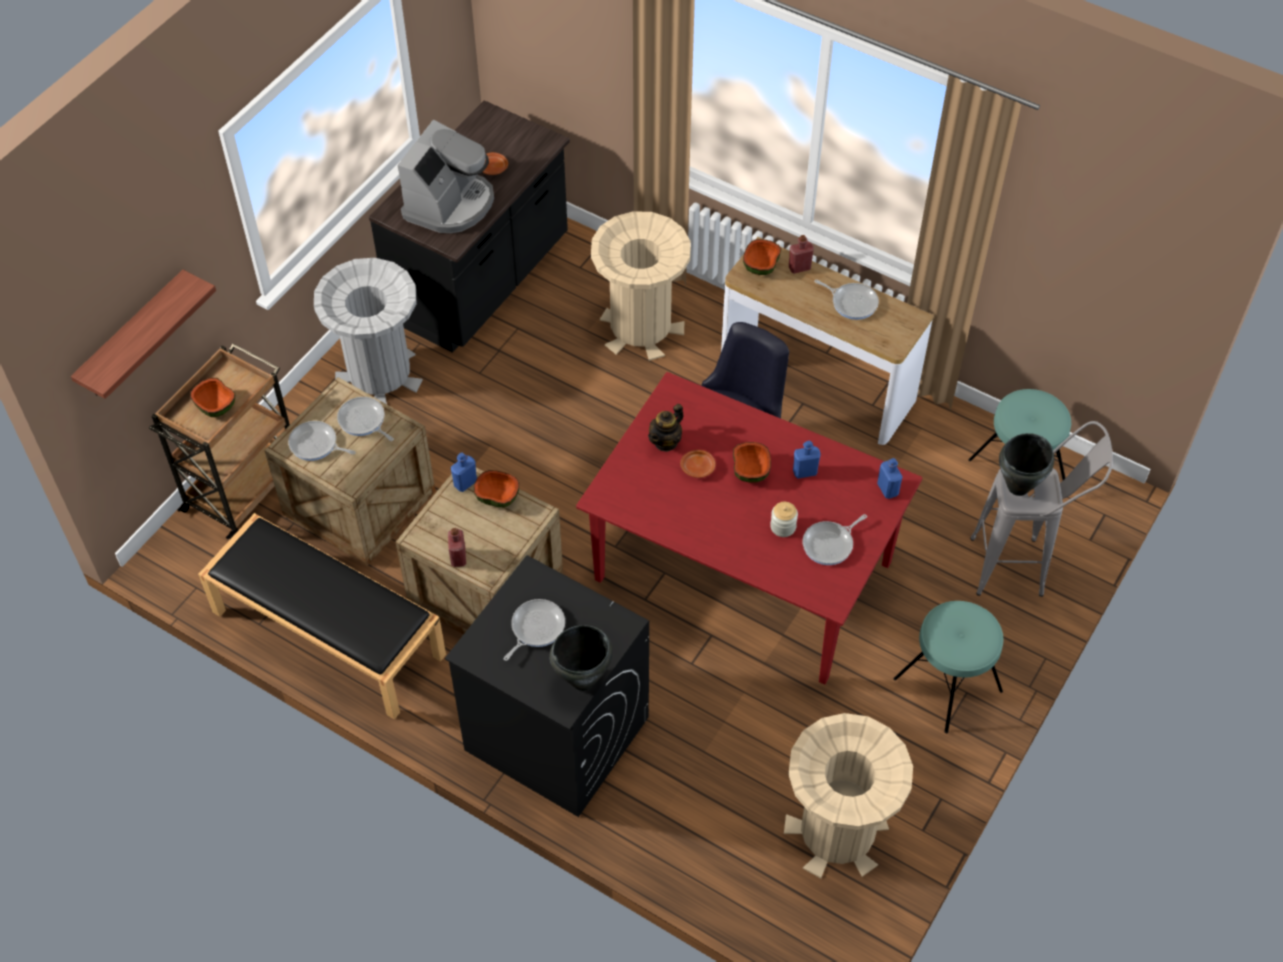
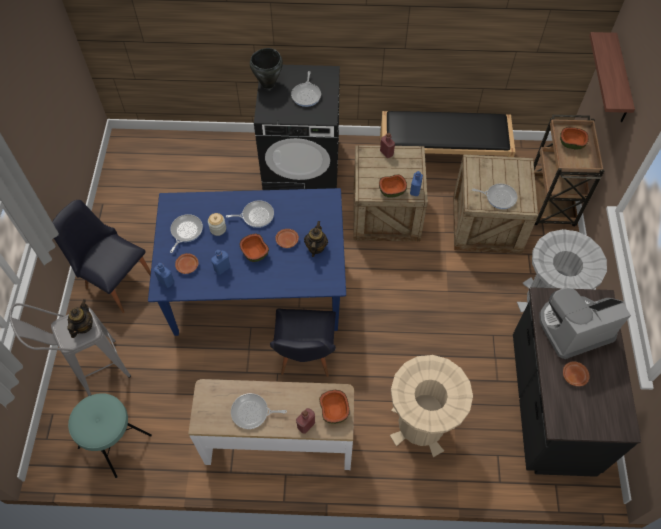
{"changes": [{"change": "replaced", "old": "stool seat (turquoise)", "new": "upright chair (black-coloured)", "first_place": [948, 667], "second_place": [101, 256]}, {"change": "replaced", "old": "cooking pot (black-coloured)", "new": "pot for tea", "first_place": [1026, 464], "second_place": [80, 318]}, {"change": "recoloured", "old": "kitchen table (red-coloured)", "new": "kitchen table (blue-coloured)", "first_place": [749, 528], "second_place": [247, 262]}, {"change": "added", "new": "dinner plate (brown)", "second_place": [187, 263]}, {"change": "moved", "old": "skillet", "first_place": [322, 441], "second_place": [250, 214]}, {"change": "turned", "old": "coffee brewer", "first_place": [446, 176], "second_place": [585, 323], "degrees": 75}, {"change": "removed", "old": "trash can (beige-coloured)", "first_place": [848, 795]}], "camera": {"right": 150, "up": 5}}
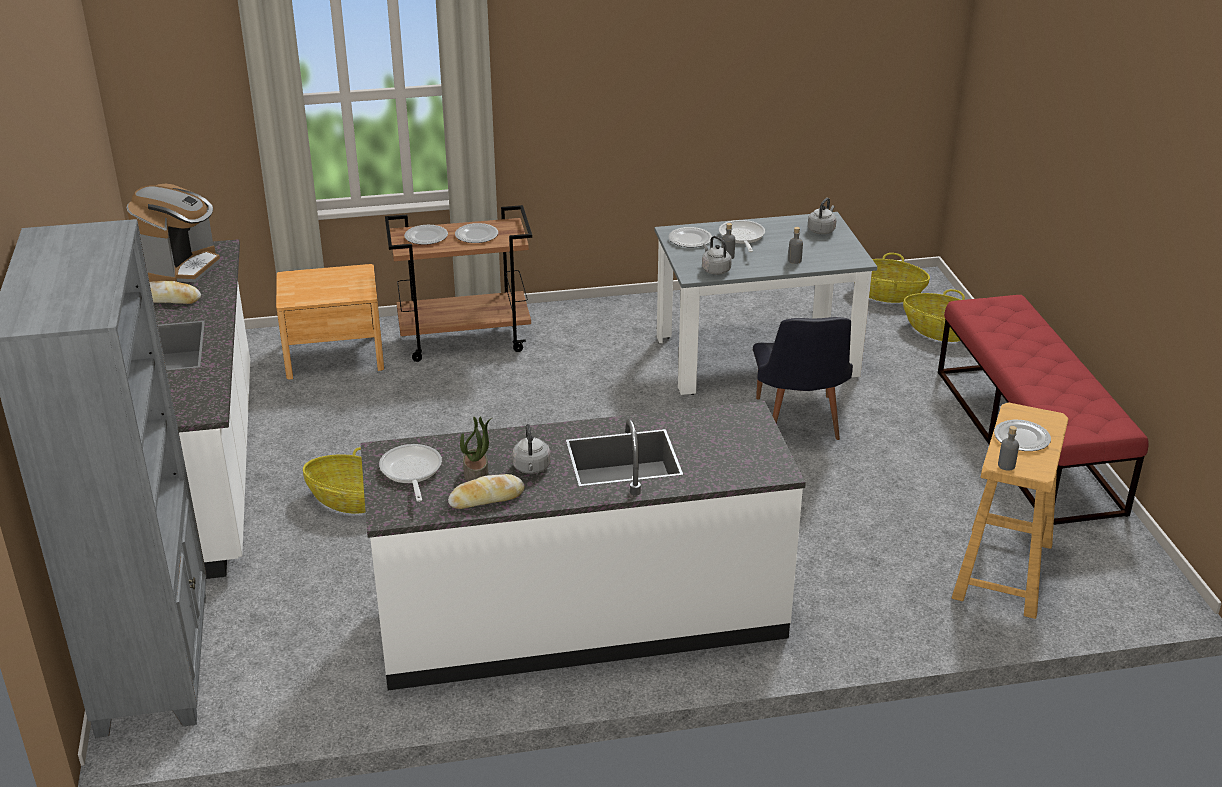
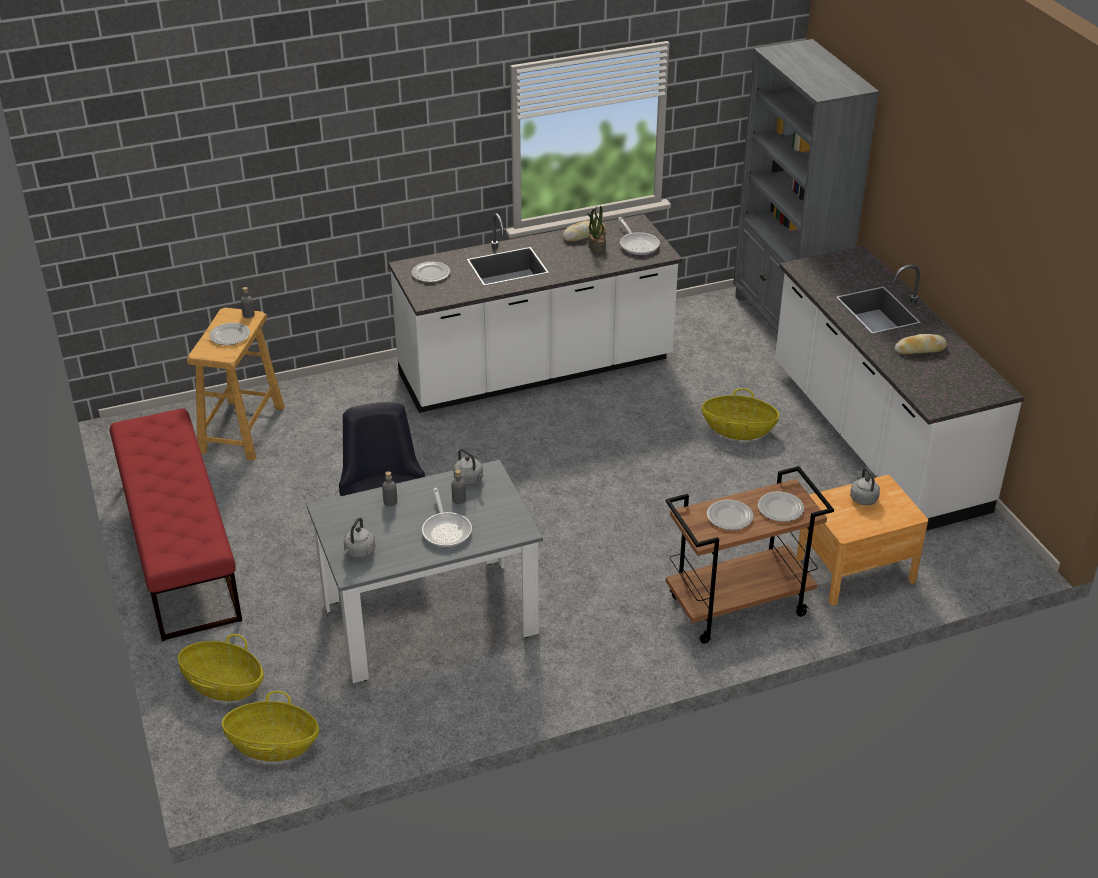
{"changes": [{"change": "moved", "old": "dinner plate", "first_place": [690, 237], "second_place": [431, 271]}, {"change": "moved", "old": "water kettle (greyish)", "first_place": [531, 449], "second_place": [865, 486]}, {"change": "removed", "old": "coffee brewer", "first_place": [173, 233]}], "camera": {"right": 170, "up": 5}}
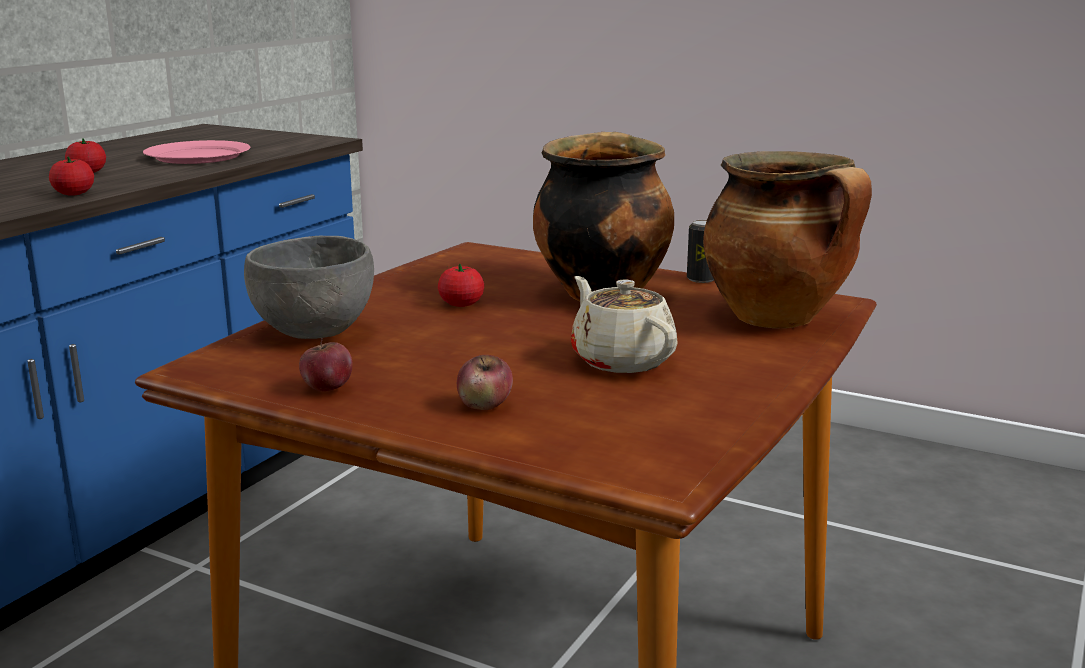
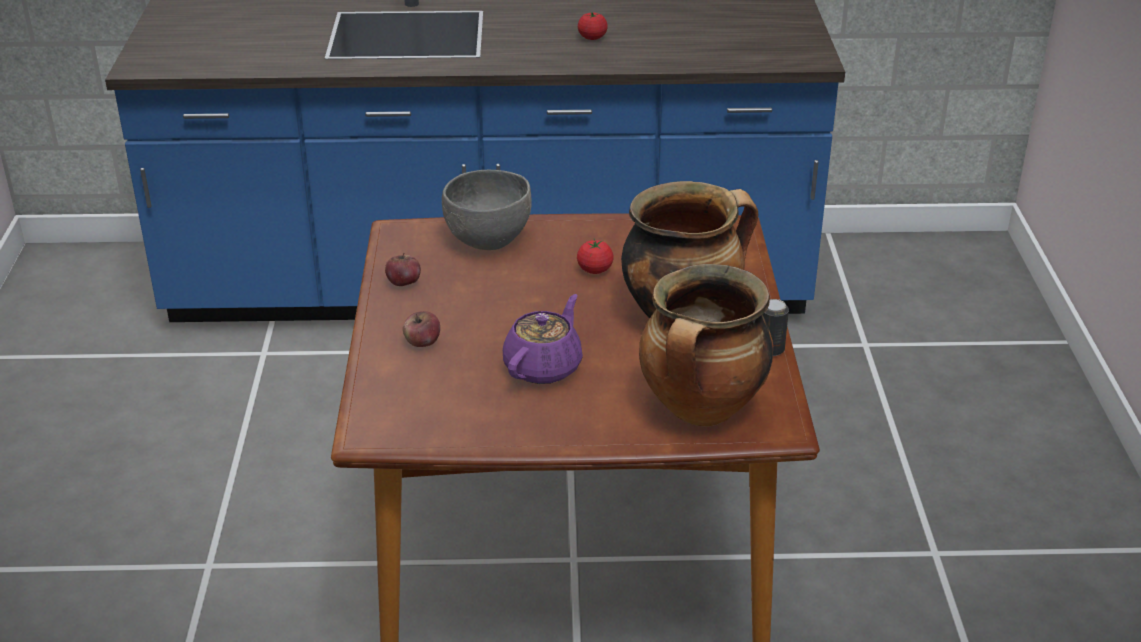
{"changes": [{"change": "recoloured", "old": "pot for tea (beige-coloured)", "new": "pot for tea (purple)", "first_place": [624, 324], "second_place": [543, 339]}, {"change": "removed", "old": "tomato", "first_place": [71, 176]}, {"change": "removed", "old": "dinner plate (pink)", "first_place": [196, 152]}], "camera": {"right": 60, "up": 15}}
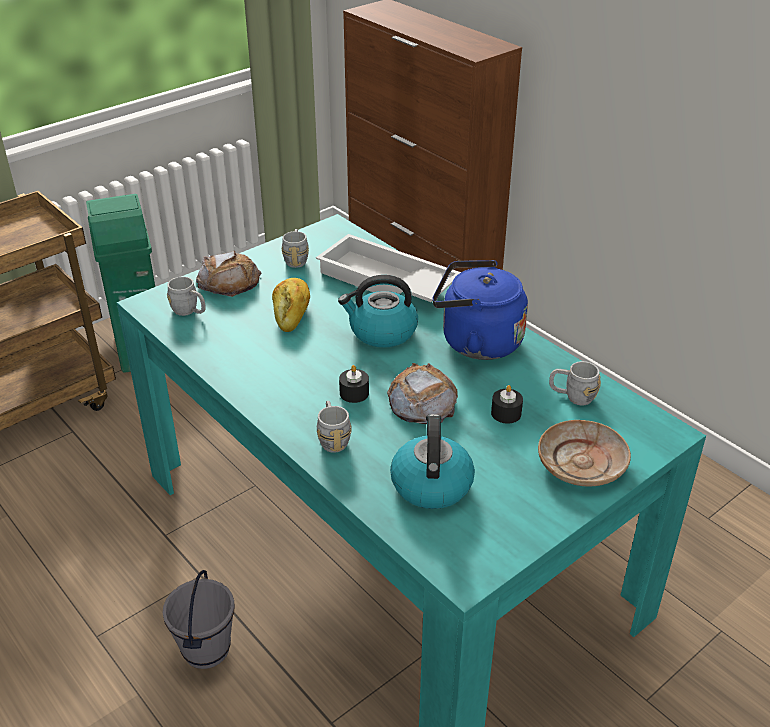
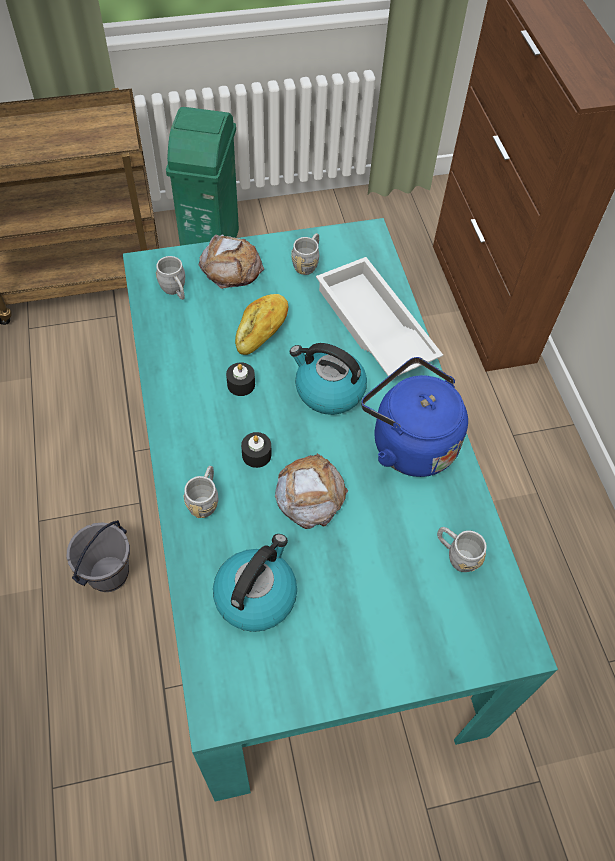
{"changes": [{"change": "moved", "old": "candle (black-coloured)", "first_place": [507, 404], "second_place": [240, 379]}, {"change": "removed", "old": "dinner plate (beige-coloured)", "first_place": [584, 453]}], "camera": {"right": 25, "up": 20}}
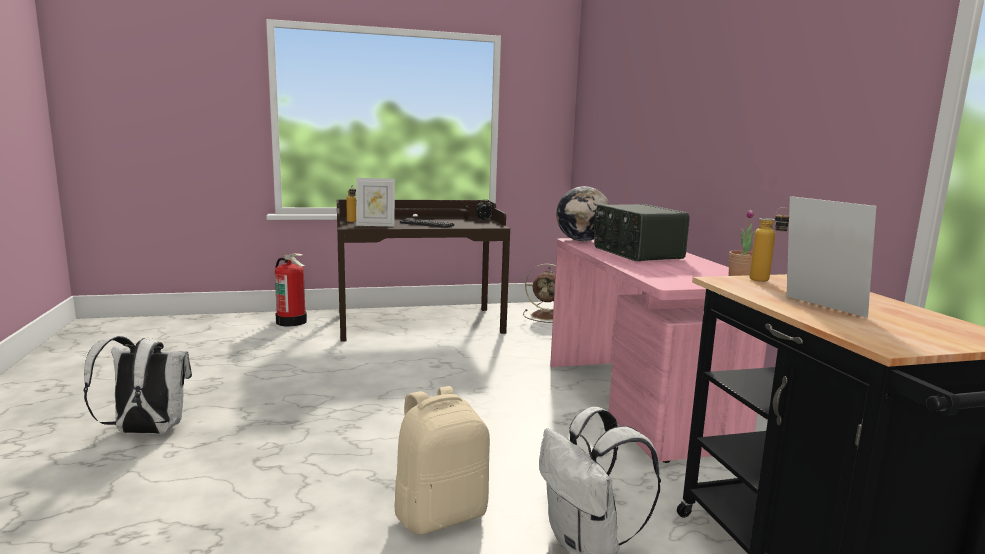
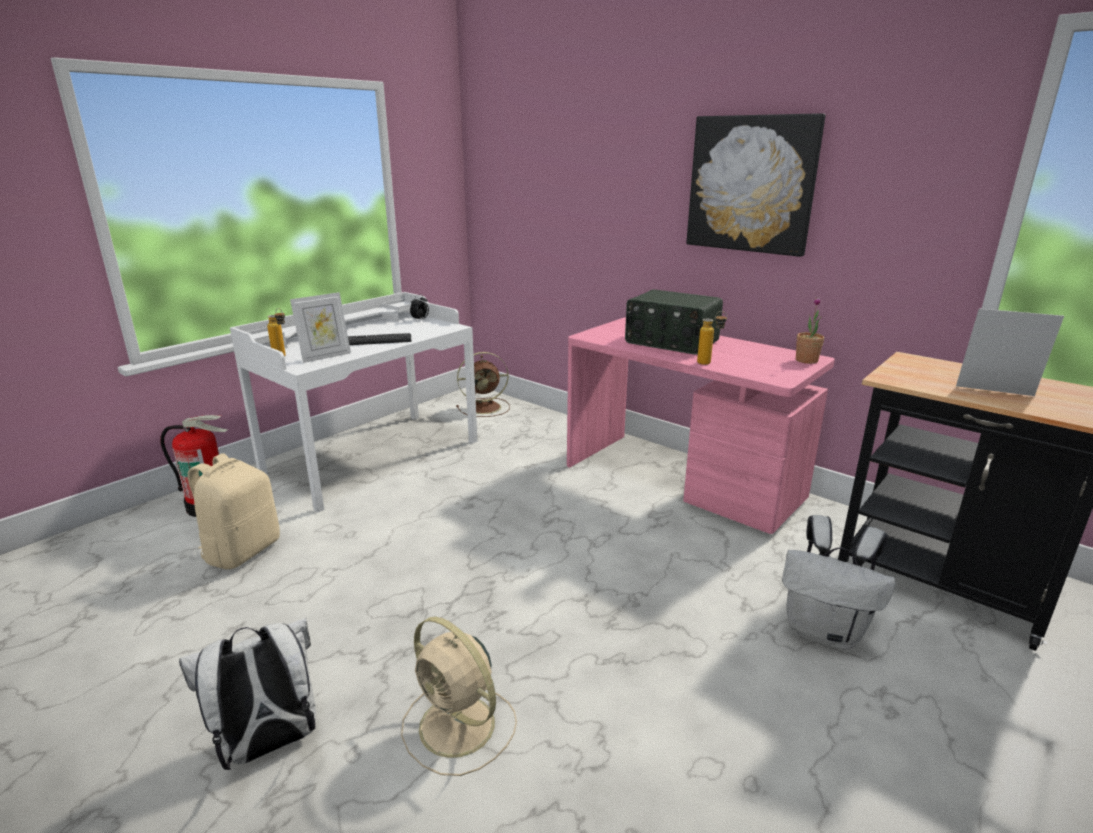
{"changes": [{"change": "moved", "old": "knapsack (beige-coloured)", "first_place": [442, 460], "second_place": [234, 511]}, {"change": "recoloured", "old": "desk unit (brown)", "new": "desk unit (white-coloured)", "first_place": [423, 270], "second_place": [353, 402]}, {"change": "added", "new": "cooling fan (beige-coloured)", "second_place": [459, 696]}, {"change": "added", "new": "wall art", "second_place": [756, 185]}, {"change": "moved", "old": "beverage bottle", "first_place": [769, 244], "second_place": [712, 338]}, {"change": "removed", "old": "world globe", "first_place": [583, 213]}], "camera": {"right": -35, "up": 10}}
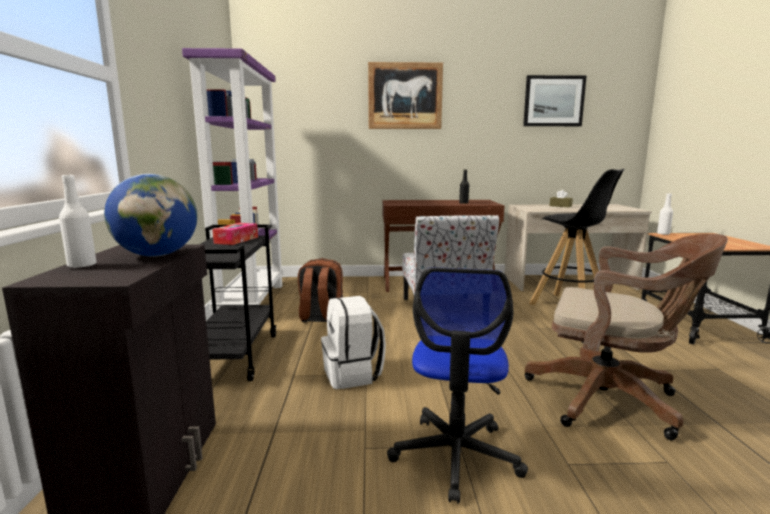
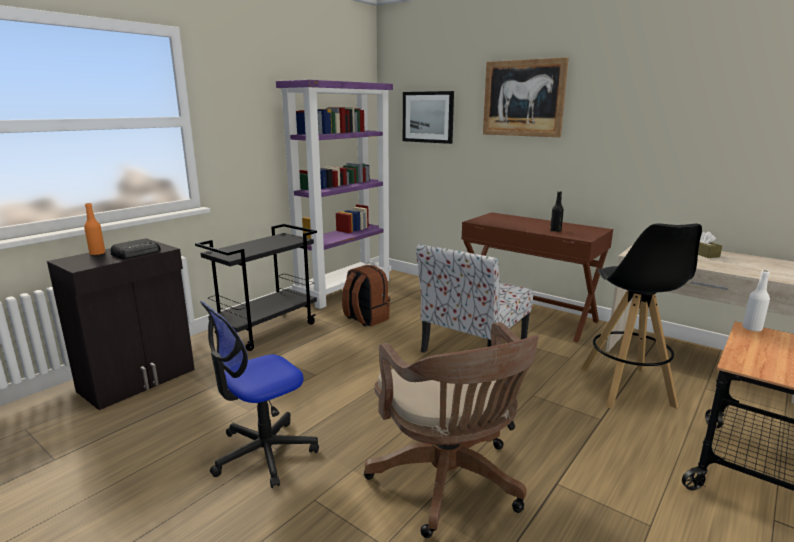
{"changes": [{"change": "recoloured", "old": "beverage bottle (white-coloured)", "new": "beverage bottle (orangey)", "first_place": [77, 221], "second_place": [94, 229]}, {"change": "replaced", "old": "world globe", "new": "radio receiver", "first_place": [150, 215], "second_place": [135, 248]}, {"change": "moved", "old": "wall art", "first_place": [555, 100], "second_place": [428, 117]}, {"change": "removed", "old": "tissue holder", "first_place": [235, 234]}, {"change": "removed", "old": "knapsack (white-coloured)", "first_place": [353, 342]}], "camera": {"right": 40, "up": 5}}
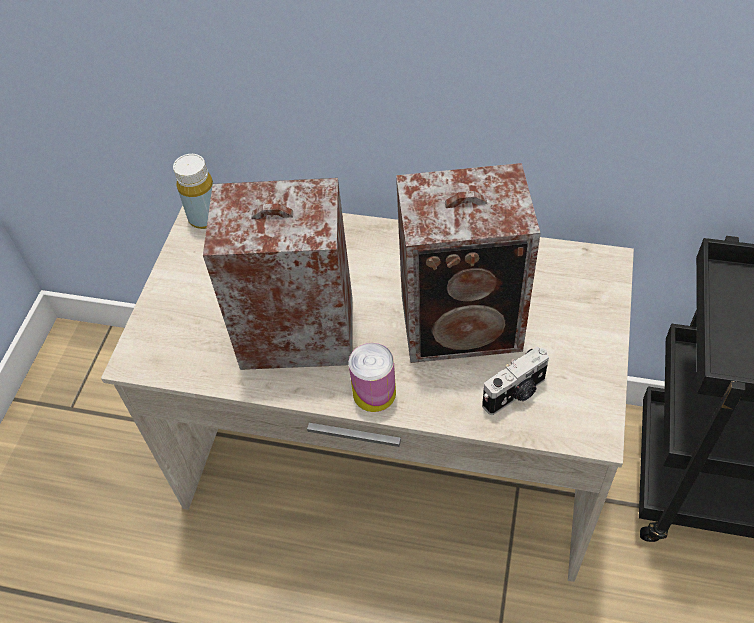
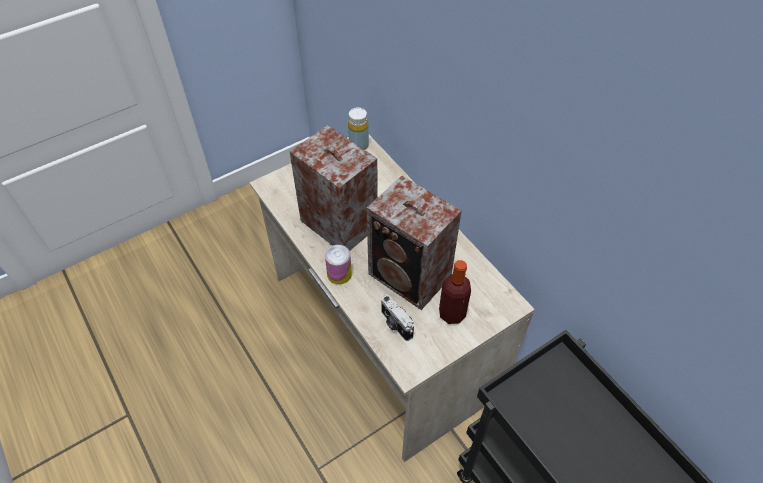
{"changes": [{"change": "turned", "old": "still camera", "first_place": [515, 380], "second_place": [397, 317], "degrees": 45}, {"change": "added", "new": "beverage bottle", "second_place": [455, 292]}], "camera": {"right": 40, "up": 0}}
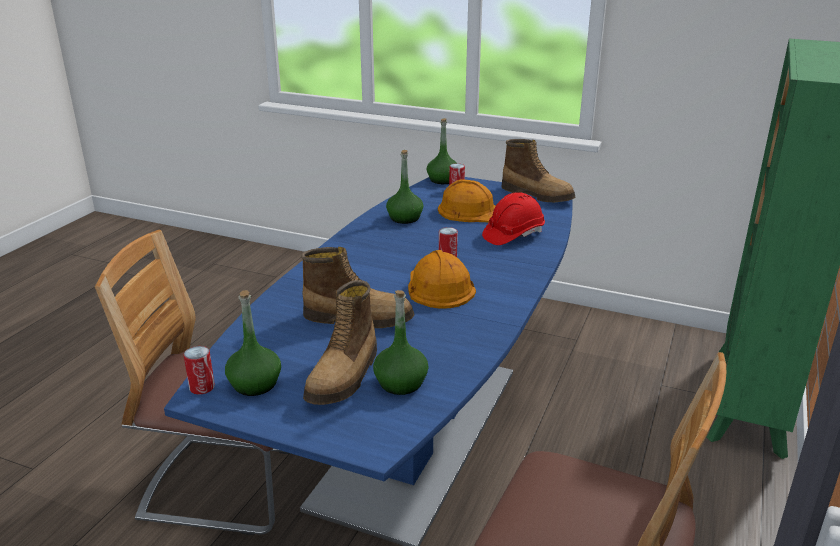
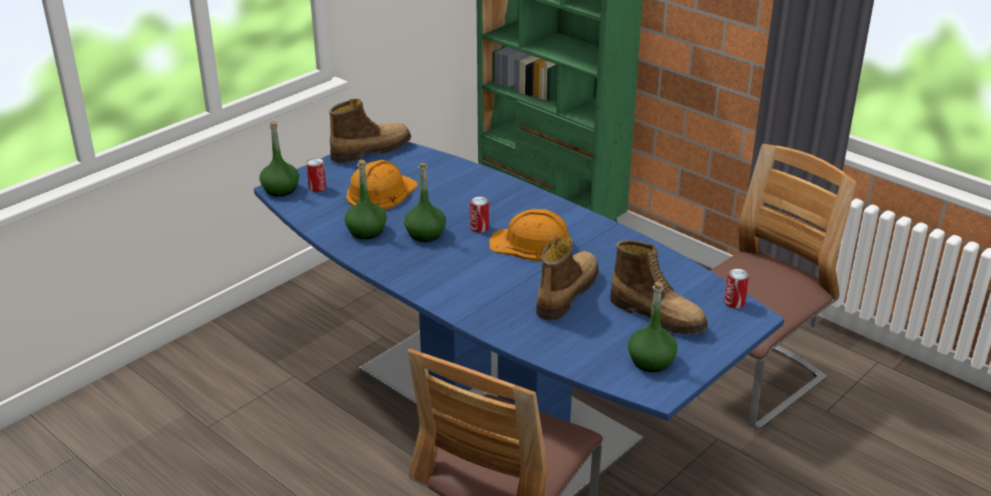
{"changes": [{"change": "moved", "old": "beverage bottle (green)", "first_place": [400, 342], "second_place": [425, 202]}, {"change": "moved", "old": "sealed can", "first_place": [199, 370], "second_place": [736, 288]}, {"change": "removed", "old": "hard hat (red-coloured)", "first_place": [513, 218]}], "camera": {"right": -70, "up": 5}}
